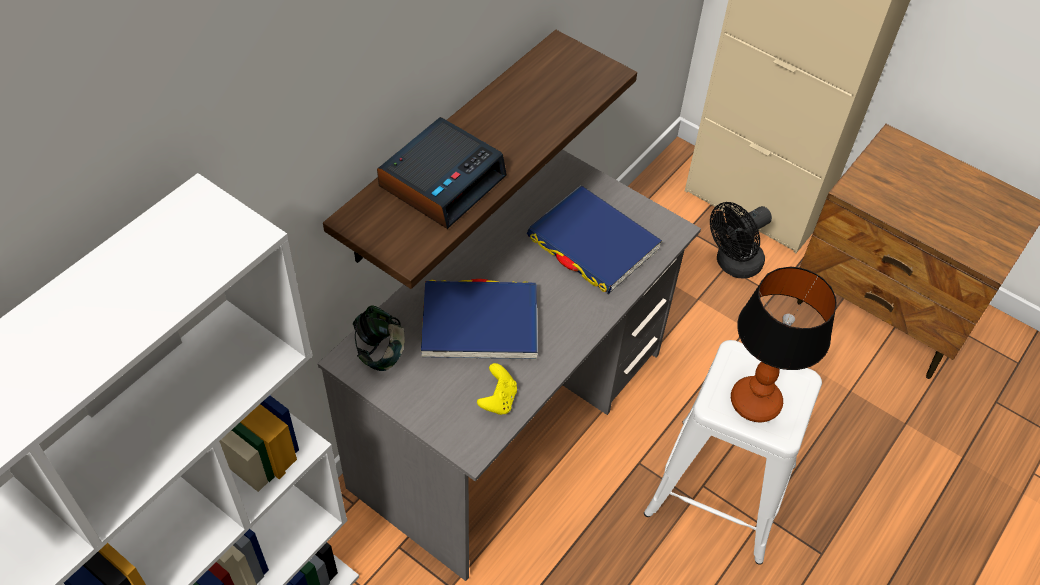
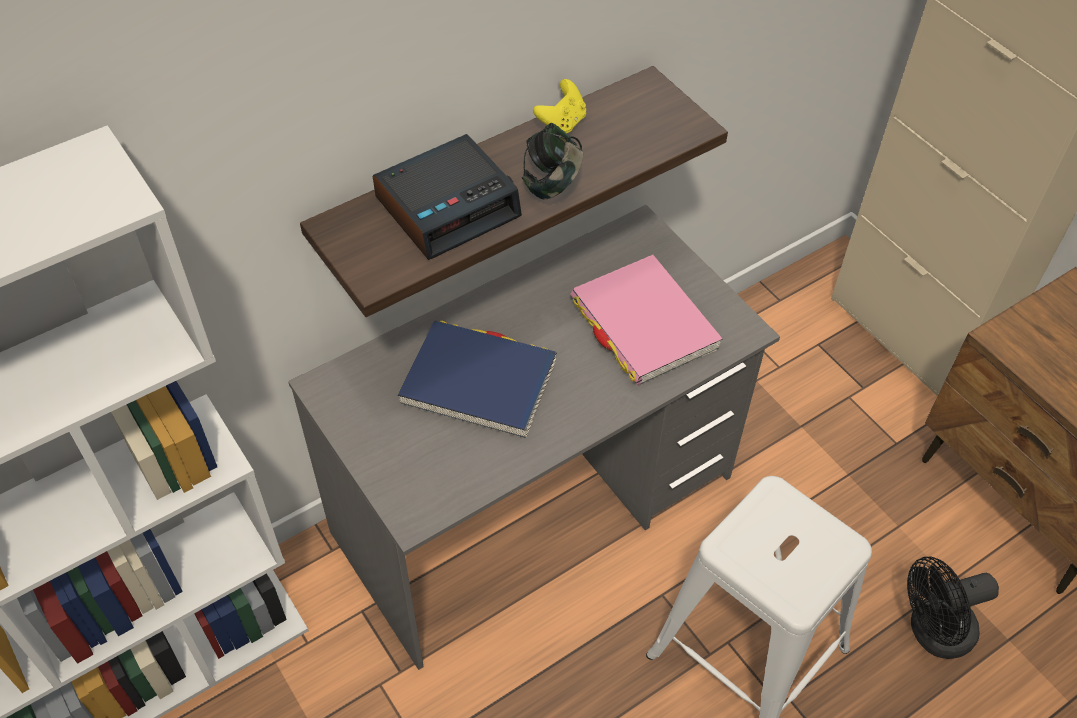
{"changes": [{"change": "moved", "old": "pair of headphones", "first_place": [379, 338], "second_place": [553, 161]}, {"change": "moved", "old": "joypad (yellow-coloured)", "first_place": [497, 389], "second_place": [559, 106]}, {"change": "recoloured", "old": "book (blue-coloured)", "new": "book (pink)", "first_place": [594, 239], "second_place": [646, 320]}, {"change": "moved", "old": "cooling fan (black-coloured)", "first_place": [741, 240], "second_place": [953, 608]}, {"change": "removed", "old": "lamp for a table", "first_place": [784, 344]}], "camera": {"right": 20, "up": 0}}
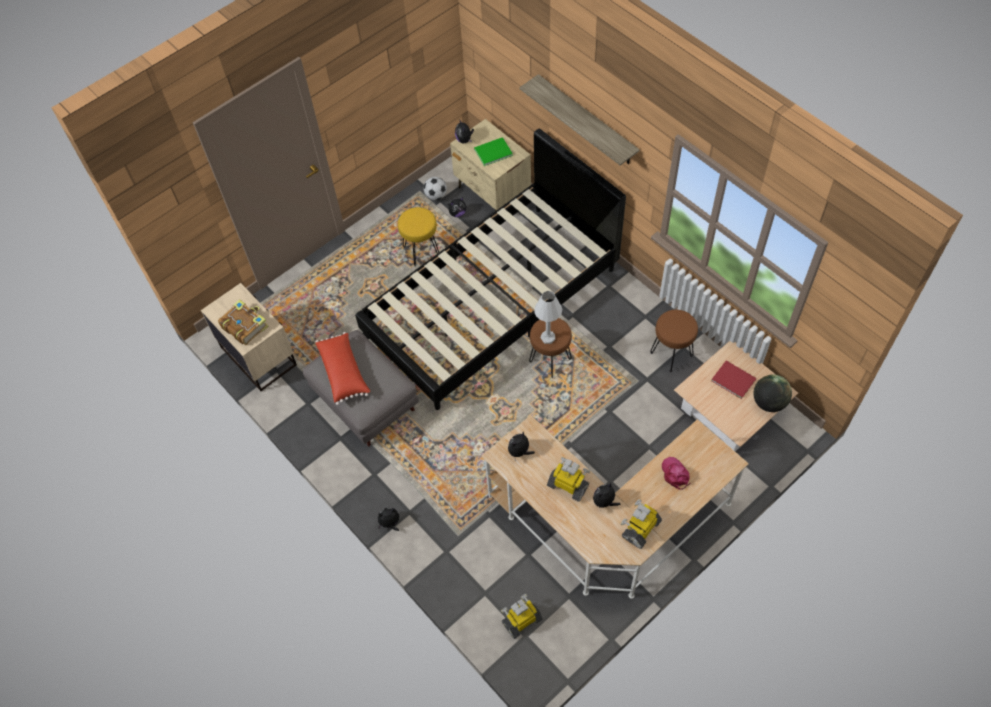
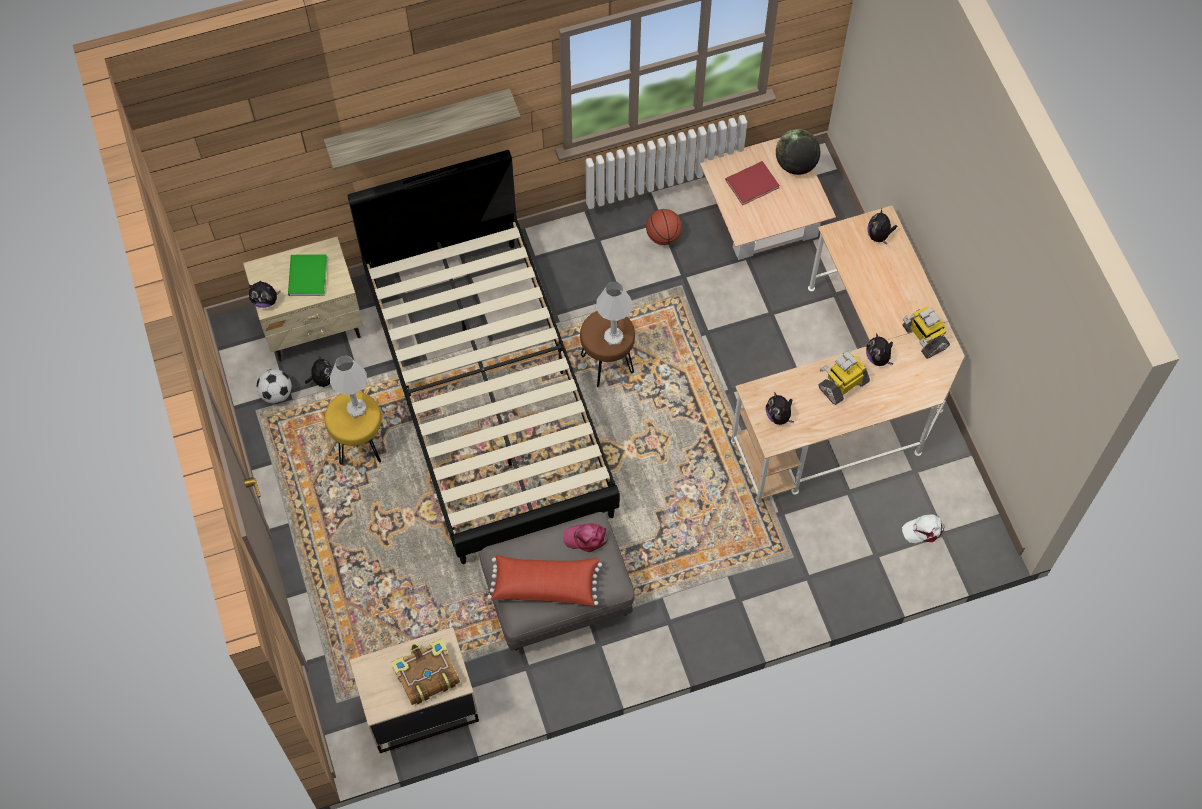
{"changes": [{"change": "added", "new": "lamp for a table (white-coloured)", "second_place": [348, 387]}, {"change": "moved", "old": "peaked cap (pink)", "first_place": [676, 473], "second_place": [585, 537]}, {"change": "replaced", "old": "stool seat (brown)", "new": "basketball ball", "first_place": [674, 341], "second_place": [664, 227]}, {"change": "moved", "old": "soft toy", "first_place": [388, 519], "second_place": [882, 227]}, {"change": "replaced", "old": "model robot", "new": "peaked cap (white-coloured)", "first_place": [522, 616], "second_place": [923, 528]}], "camera": {"right": -70, "up": 5}}
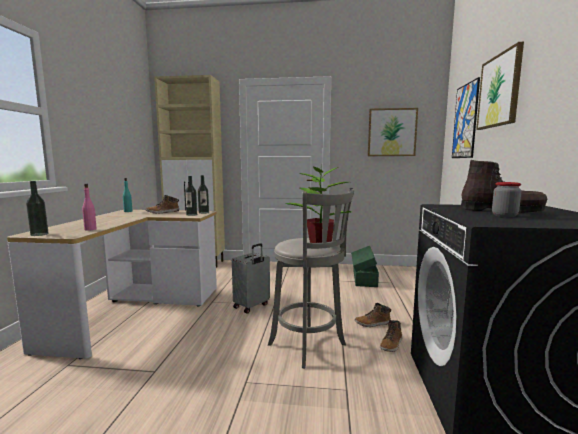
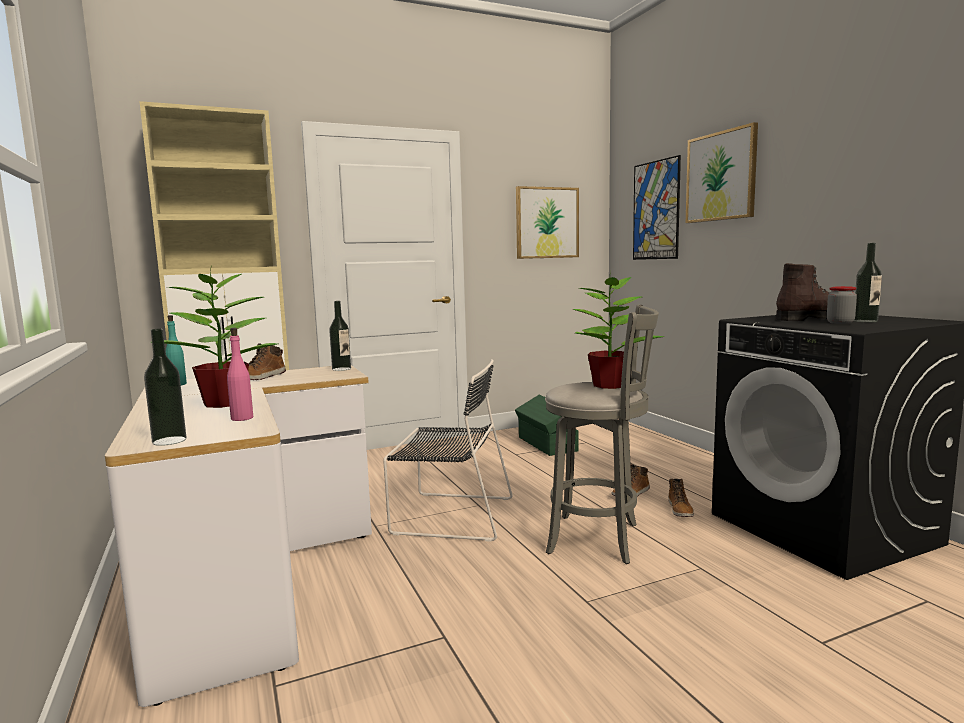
{"changes": [{"change": "added", "new": "plant in a pot", "second_place": [214, 337]}, {"change": "replaced", "old": "travel case (greyish)", "new": "upright chair (black-coloured)", "first_place": [251, 278], "second_place": [448, 450]}, {"change": "moved", "old": "beverage bottle", "first_place": [191, 196], "second_place": [868, 282]}], "camera": {"right": -30, "up": 0}}
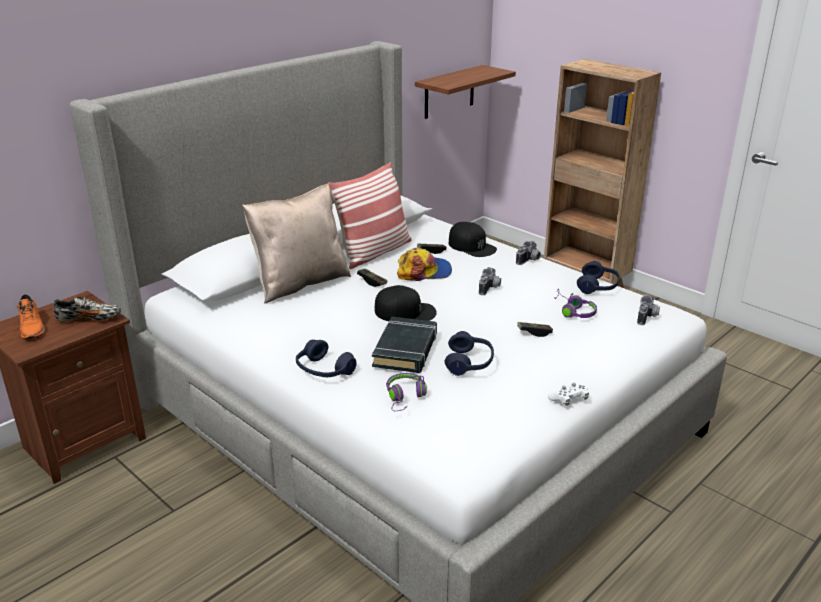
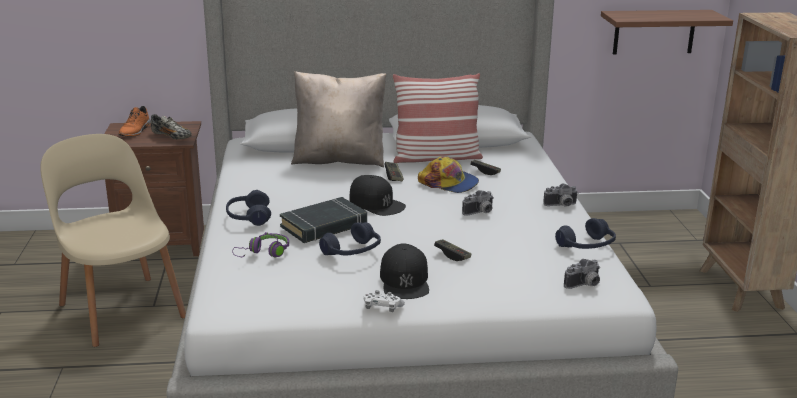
{"changes": [{"change": "added", "new": "upright chair (beige-coloured)", "second_place": [113, 240]}, {"change": "moved", "old": "peaked cap (black-coloured)", "first_place": [473, 239], "second_place": [404, 271]}, {"change": "removed", "old": "pair of headphones (purple)", "first_place": [575, 303]}], "camera": {"right": 40, "up": -5}}
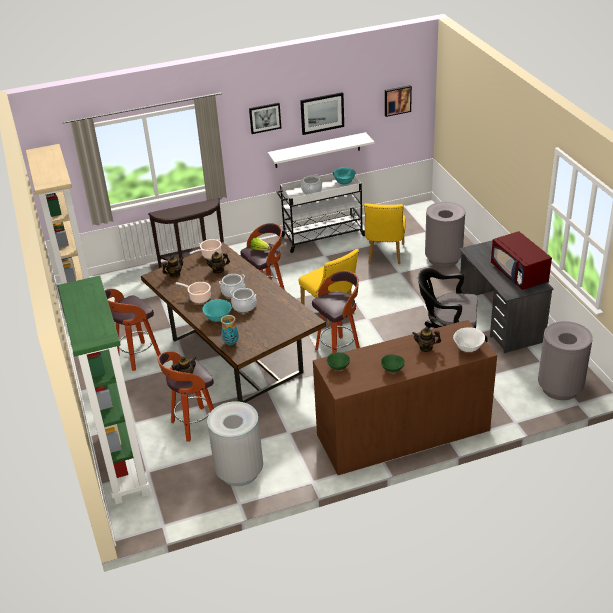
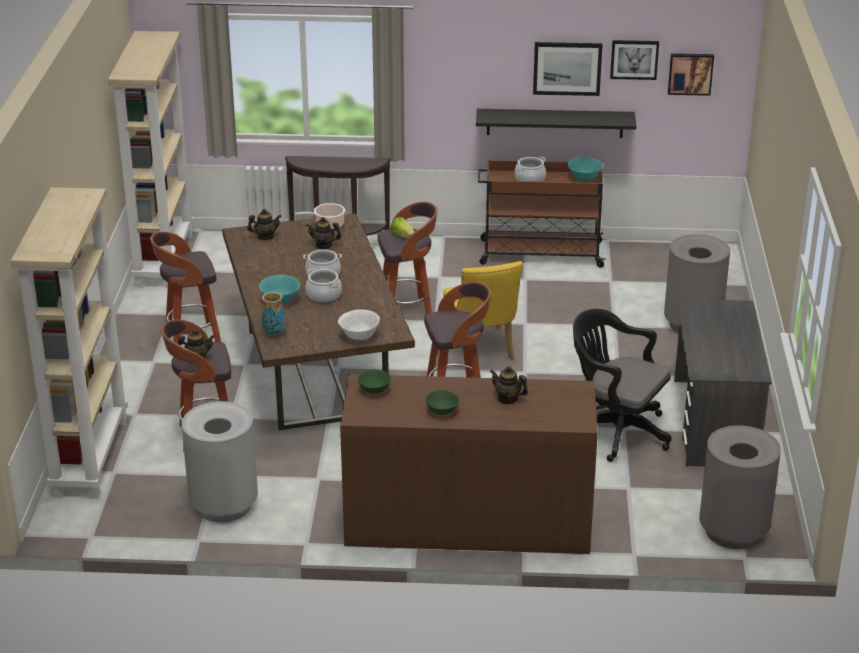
{"changes": [{"change": "recoloured", "old": "shelving unit (green)", "new": "shelving unit (beige-coloured)", "first_place": [104, 390], "second_place": [69, 343]}, {"change": "moved", "old": "serving bowl (white-coloured)", "first_place": [469, 339], "second_place": [359, 324]}, {"change": "recoloured", "old": "shelf (white-coloured)", "new": "shelf (black-coloured)", "first_place": [321, 150], "second_place": [556, 123]}, {"change": "recoloured", "old": "cart (white-coloured)", "new": "cart (brown)", "first_place": [321, 213], "second_place": [541, 214]}, {"change": "moved", "old": "wall art", "first_place": [265, 118], "second_place": [634, 60]}, {"change": "removed", "old": "cooking pot", "first_place": [193, 292]}, {"change": "removed", "old": "upright chair (yellow-coloured)", "first_place": [385, 233]}, {"change": "removed", "old": "microwave (red-coloured)", "first_place": [521, 260]}], "camera": {"right": 20, "up": -5}}
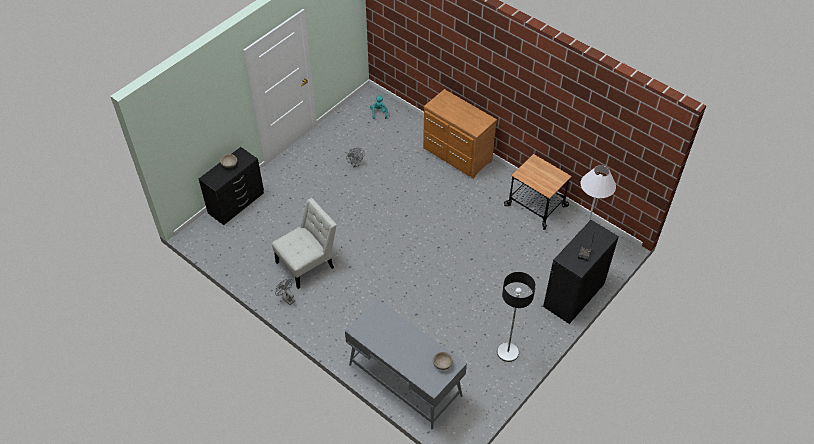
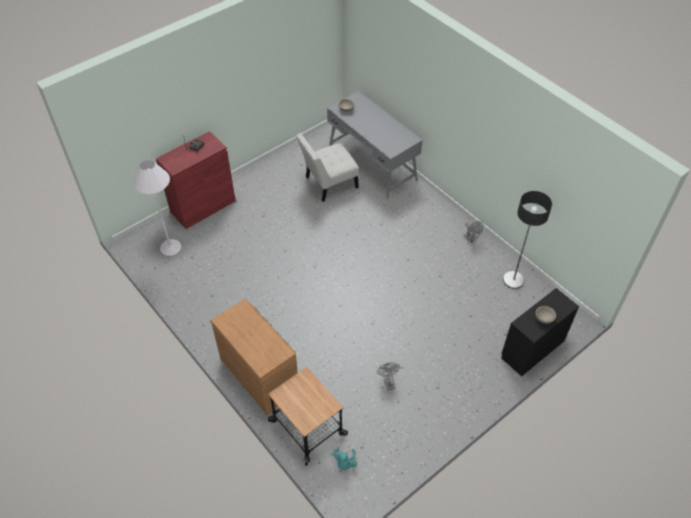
{"changes": [{"change": "recoloured", "old": "cupboard (black-coloured)", "new": "cupboard (red-coloured)", "first_place": [581, 272], "second_place": [196, 180]}, {"change": "moved", "old": "cart", "first_place": [538, 192], "second_place": [308, 416]}, {"change": "moved", "old": "upright chair (white-coloured)", "first_place": [304, 243], "second_place": [327, 167]}, {"change": "moved", "old": "floor lamp", "first_place": [516, 317], "second_place": [527, 240]}], "camera": {"right": -170, "up": 0}}
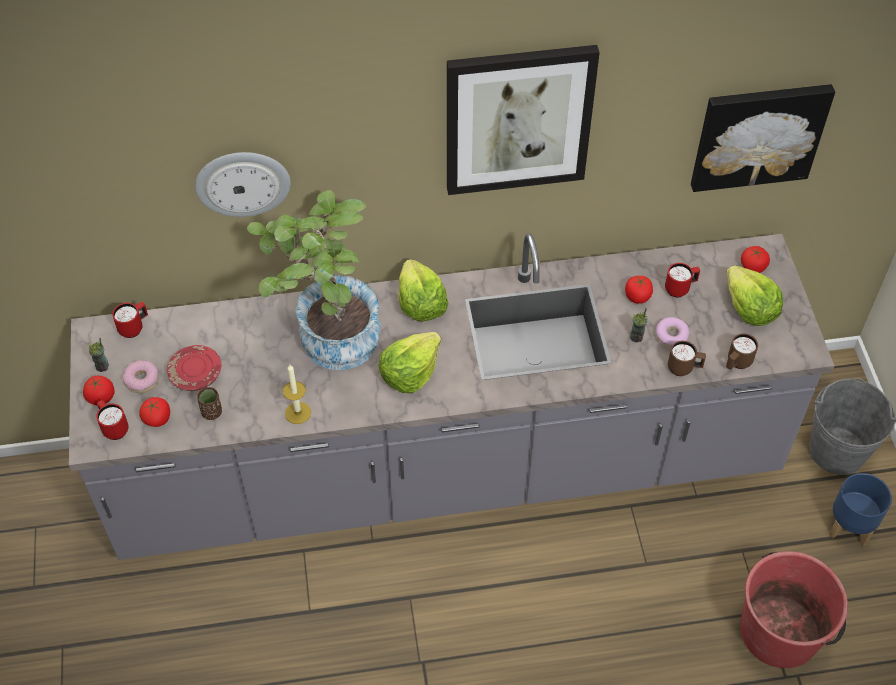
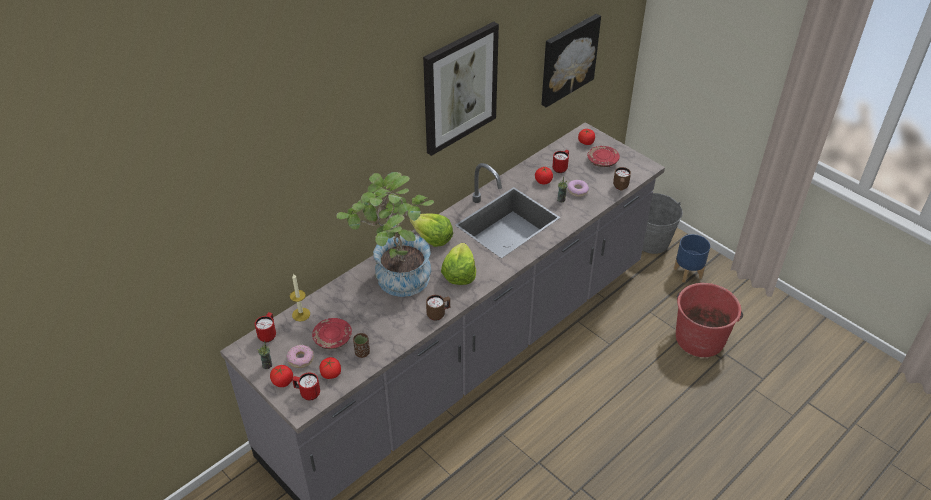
{"changes": [{"change": "moved", "old": "candle", "first_place": [297, 394], "second_place": [300, 297]}, {"change": "moved", "old": "tea mug (brown)", "first_place": [687, 358], "second_place": [438, 308]}, {"change": "replaced", "old": "head of lettuce", "new": "dinner plate (red-coloured)", "first_place": [754, 295], "second_place": [603, 156]}, {"change": "removed", "old": "wall clock", "first_place": [243, 184]}], "camera": {"right": -35, "up": -10}}
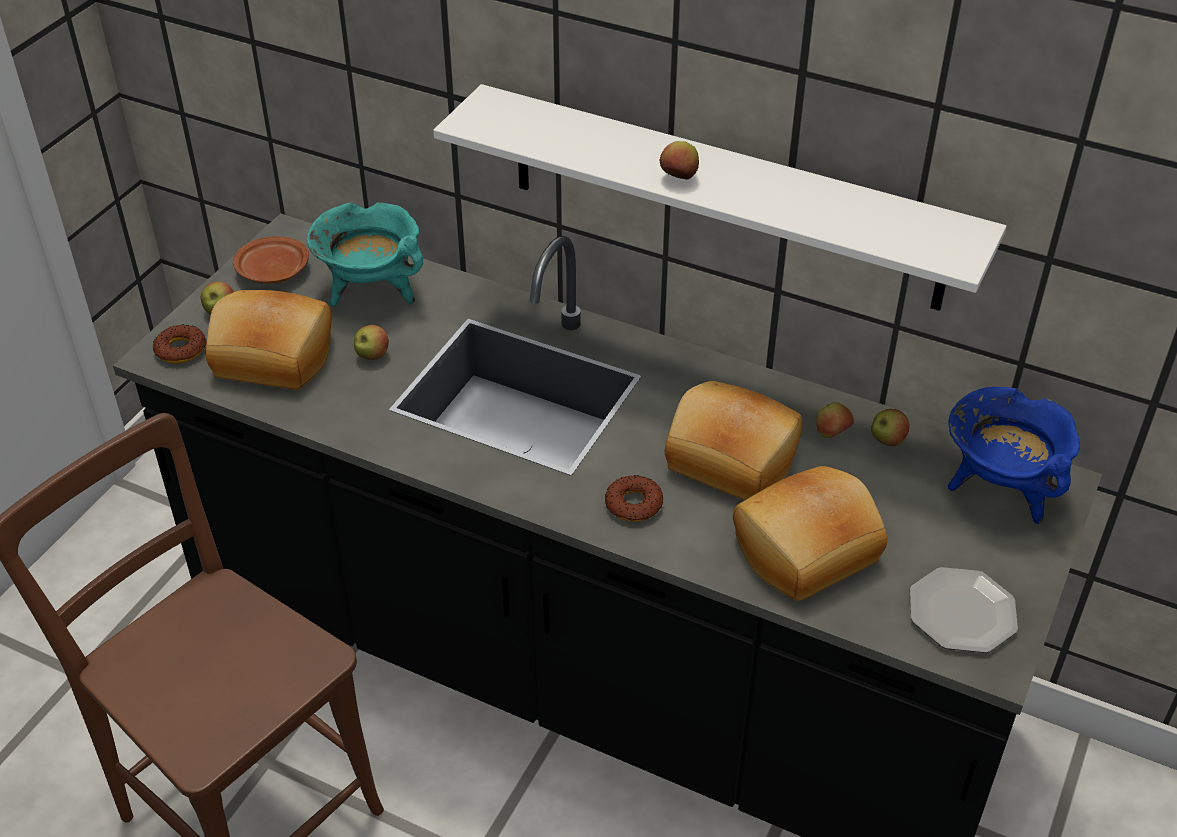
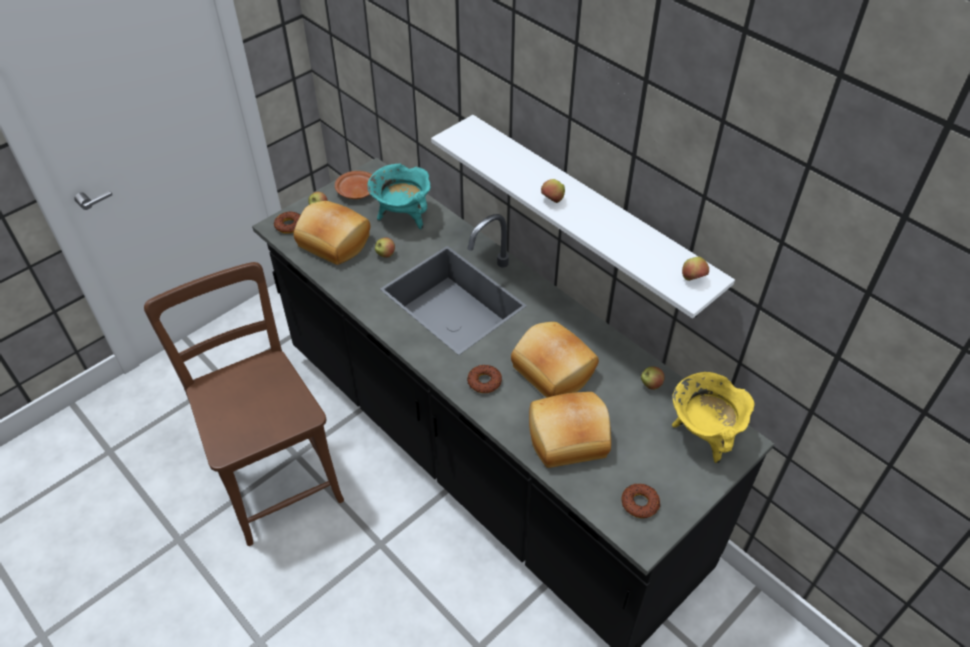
{"changes": [{"change": "replaced", "old": "dinner plate", "new": "doughnut", "first_place": [964, 610], "second_place": [641, 501]}, {"change": "recoloured", "old": "cooking pot (blue-coloured)", "new": "cooking pot (yellow-coloured)", "first_place": [1014, 455], "second_place": [713, 417]}, {"change": "moved", "old": "apple fruit", "first_place": [835, 420], "second_place": [695, 268]}], "camera": {"right": 20, "up": 5}}
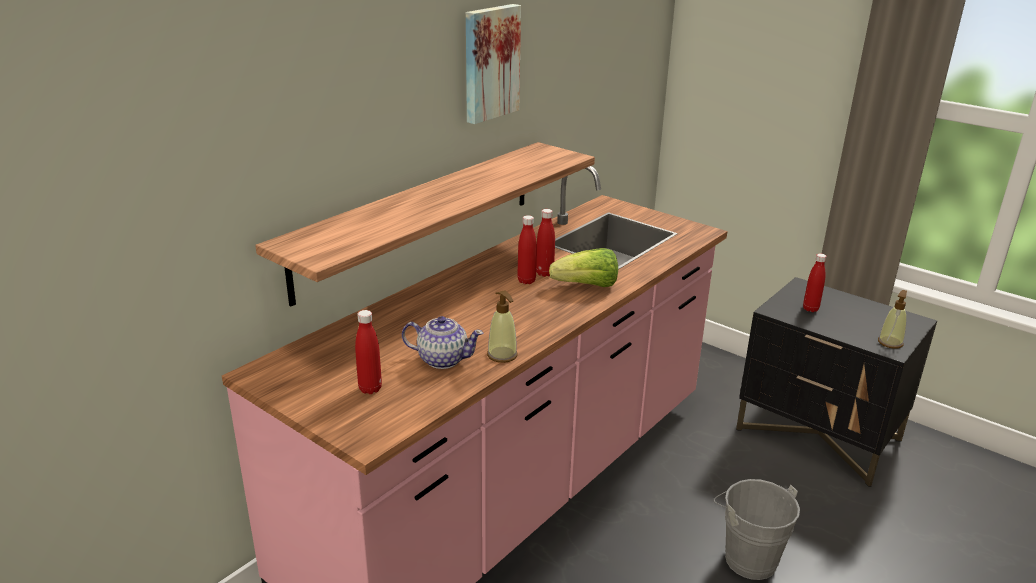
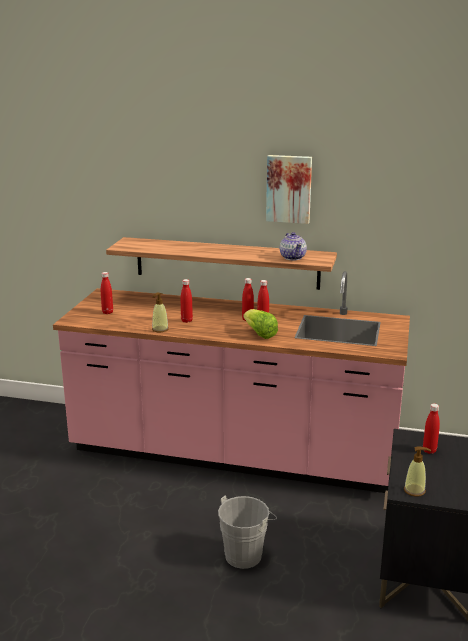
{"changes": [{"change": "added", "new": "beverage bottle (red-coloured)", "second_place": [187, 301]}, {"change": "moved", "old": "pot for tea", "first_place": [443, 342], "second_place": [293, 246]}], "camera": {"right": 65, "up": -5}}
